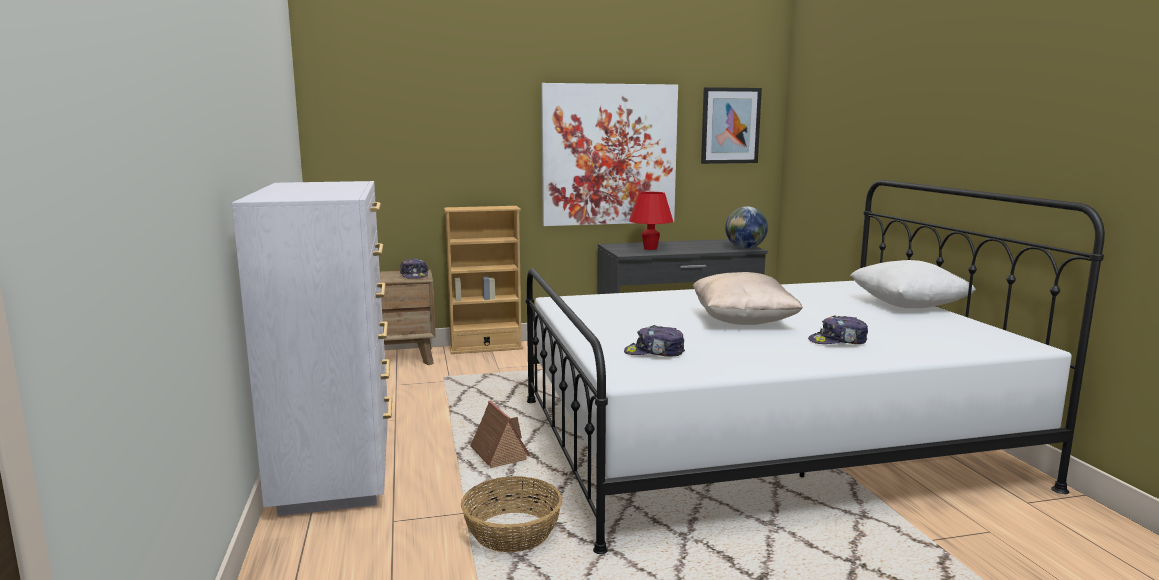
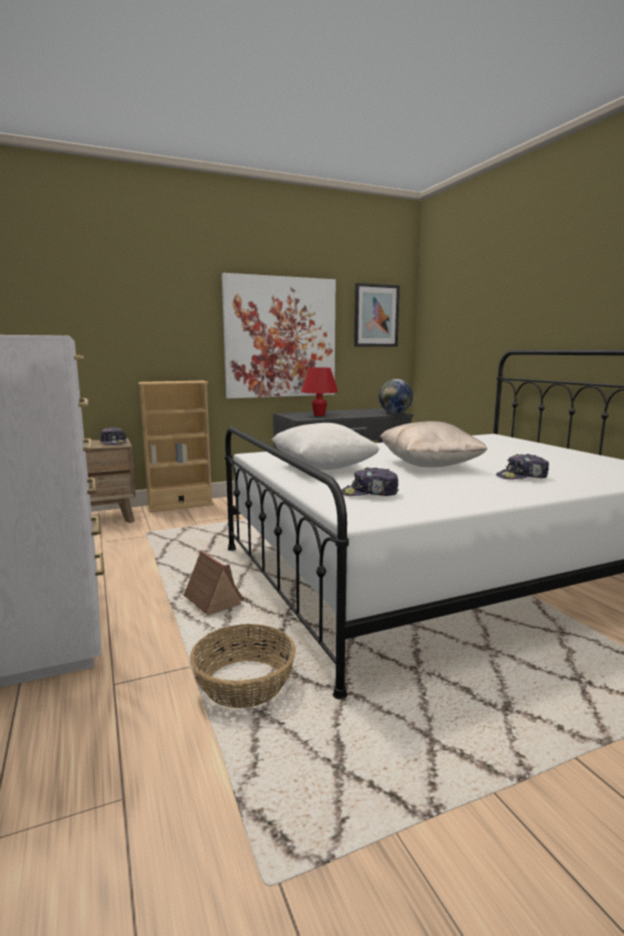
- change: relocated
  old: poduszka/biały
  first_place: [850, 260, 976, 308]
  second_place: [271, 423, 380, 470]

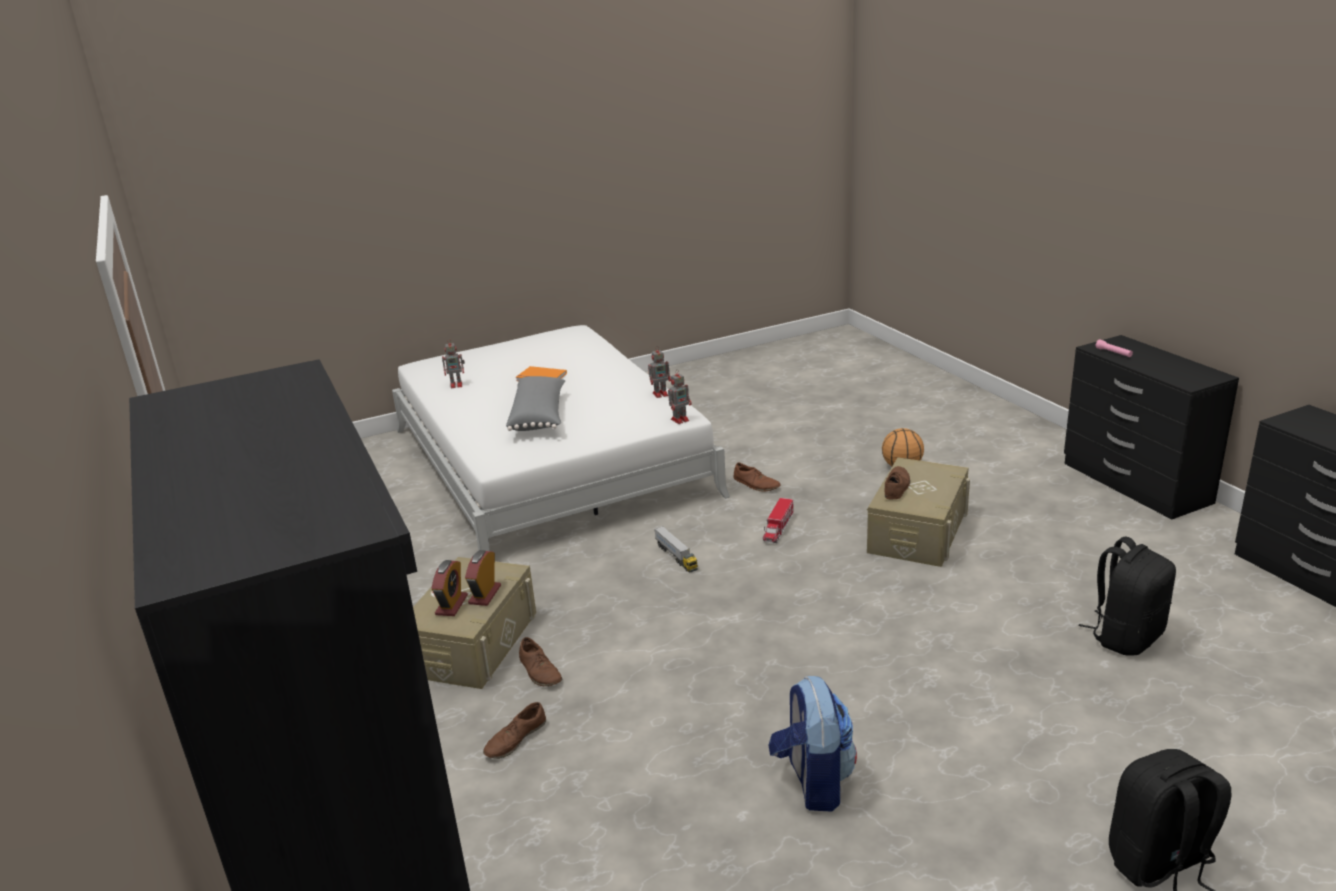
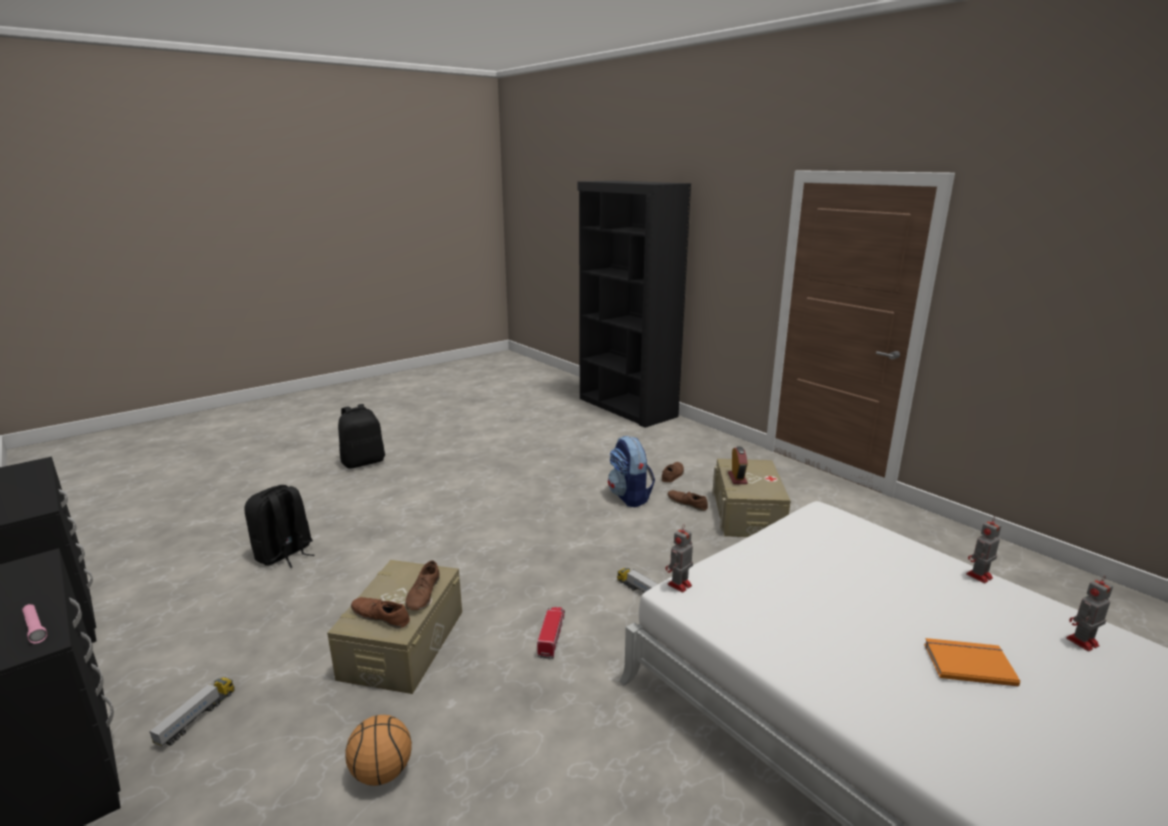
- change: relocated
  old: robot zabawkowy
  first_place: [648, 346, 671, 398]
  second_place: [966, 516, 1001, 583]
- change: missing
  old: poduszka/szary
  first_place: [506, 376, 565, 431]
- change: relocated
  old: but/brązowy
  first_place: [734, 463, 781, 491]
  second_place: [351, 597, 410, 628]
- change: missing
  old: budzik
  first_place: [432, 560, 468, 616]
- change: relocated
  old: plecak
  first_place: [768, 676, 857, 811]
  second_place: [608, 436, 655, 507]
- change: appeared
  new: ciężarówka zabawkowa
  second_place: [149, 678, 235, 746]

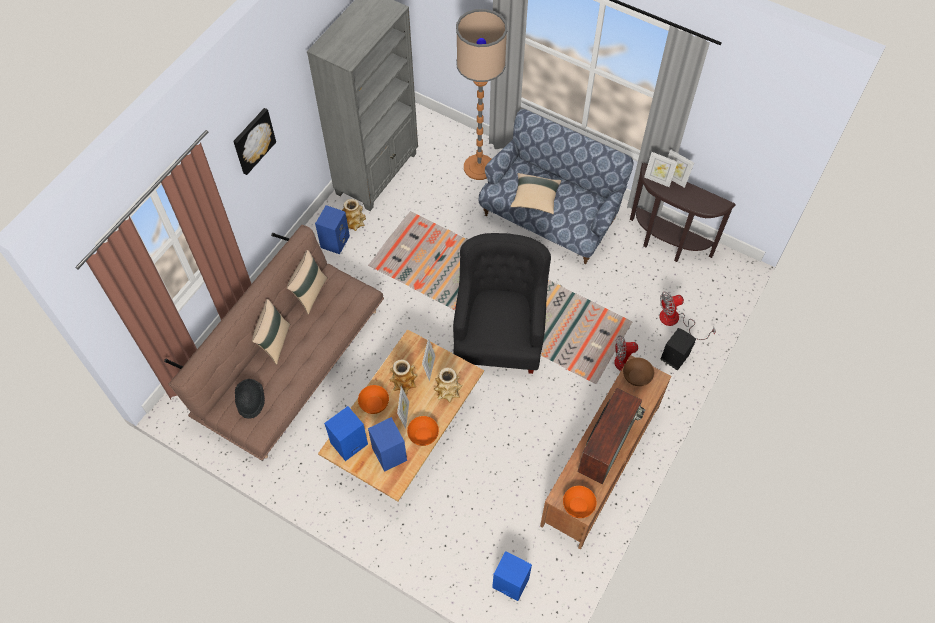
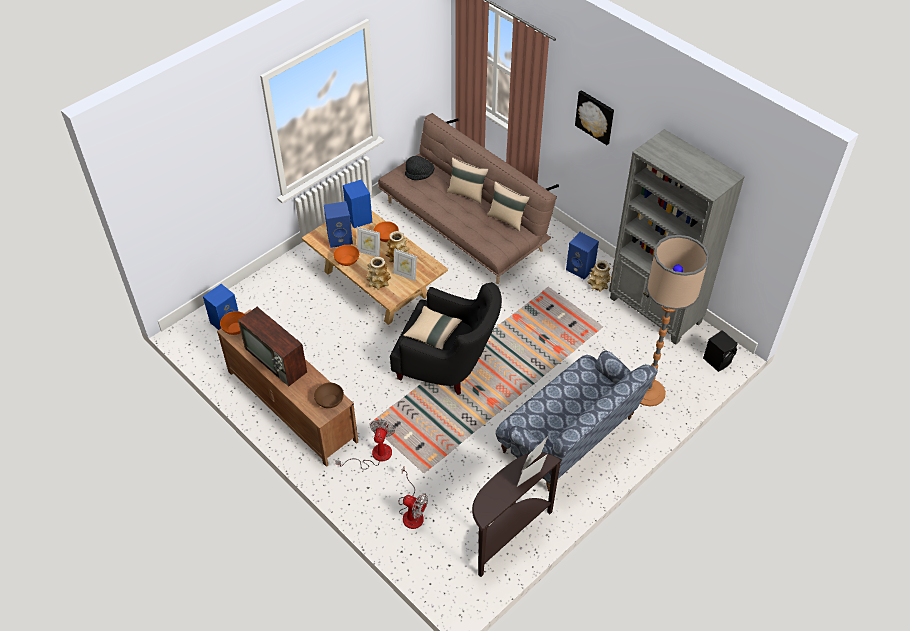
- change: relocated
  old: poduszka/beżowy
  first_place: [510, 173, 561, 214]
  second_place: [403, 306, 462, 349]
- change: spun
  old: wentylator
  first_place: [659, 291, 716, 340]
  second_place: [399, 467, 428, 529]
  degrees: 120
- change: relocated
  old: głośnik/czarny
  first_place: [660, 328, 696, 371]
  second_place: [703, 330, 738, 372]

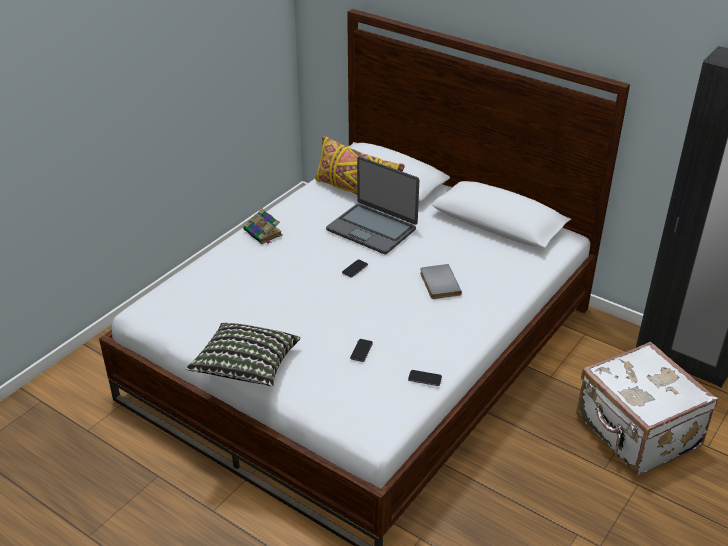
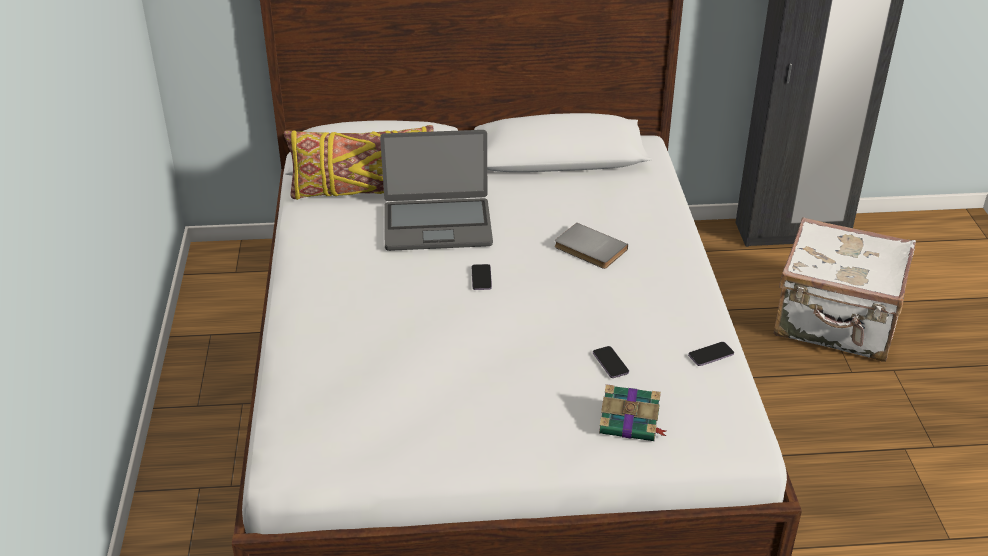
- change: relocated
  old: książka
  first_place: [243, 208, 283, 244]
  second_place: [599, 384, 666, 441]
- change: missing
  old: poduszka
  first_place: [186, 323, 300, 387]

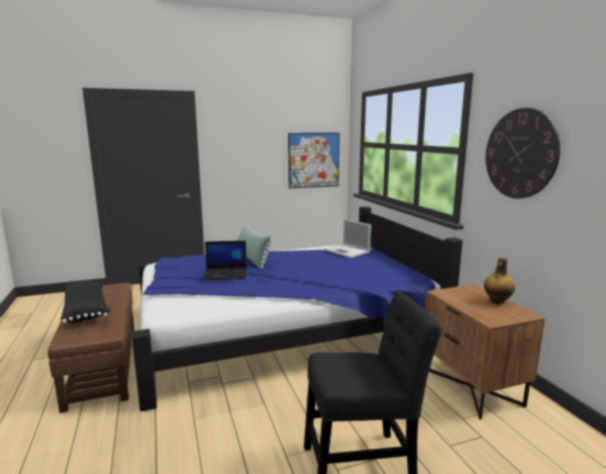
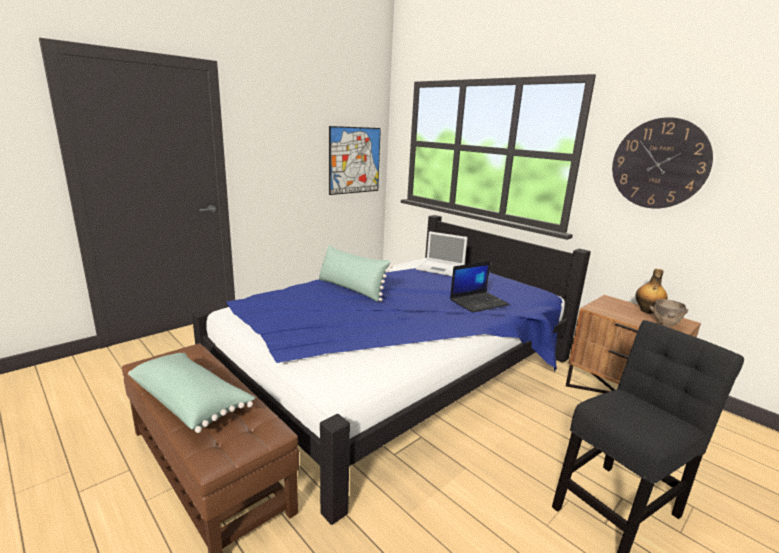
- change: relocated
  old: laptop
  first_place: [203, 241, 247, 280]
  second_place: [450, 261, 510, 313]
- change: colour
  old: poduszka/czarny
  new: poduszka/zielony
  first_place: [61, 281, 111, 323]
  second_place: [128, 353, 255, 433]
- change: appeared
  new: miska/brązowy
  second_place: [650, 299, 688, 327]

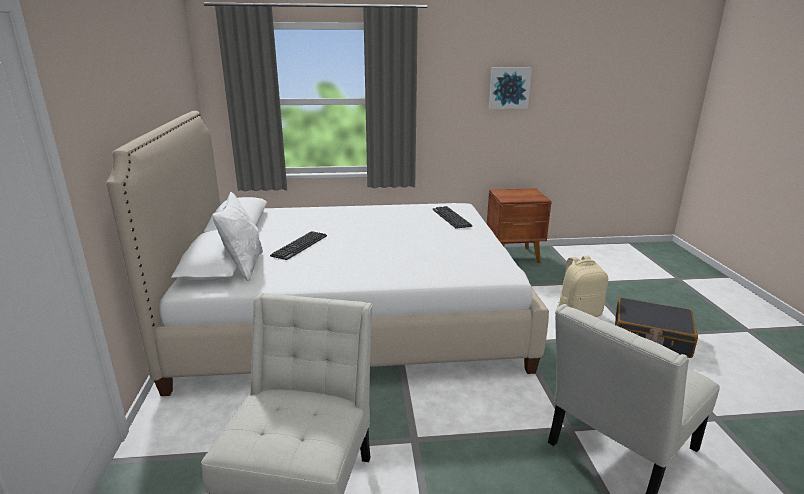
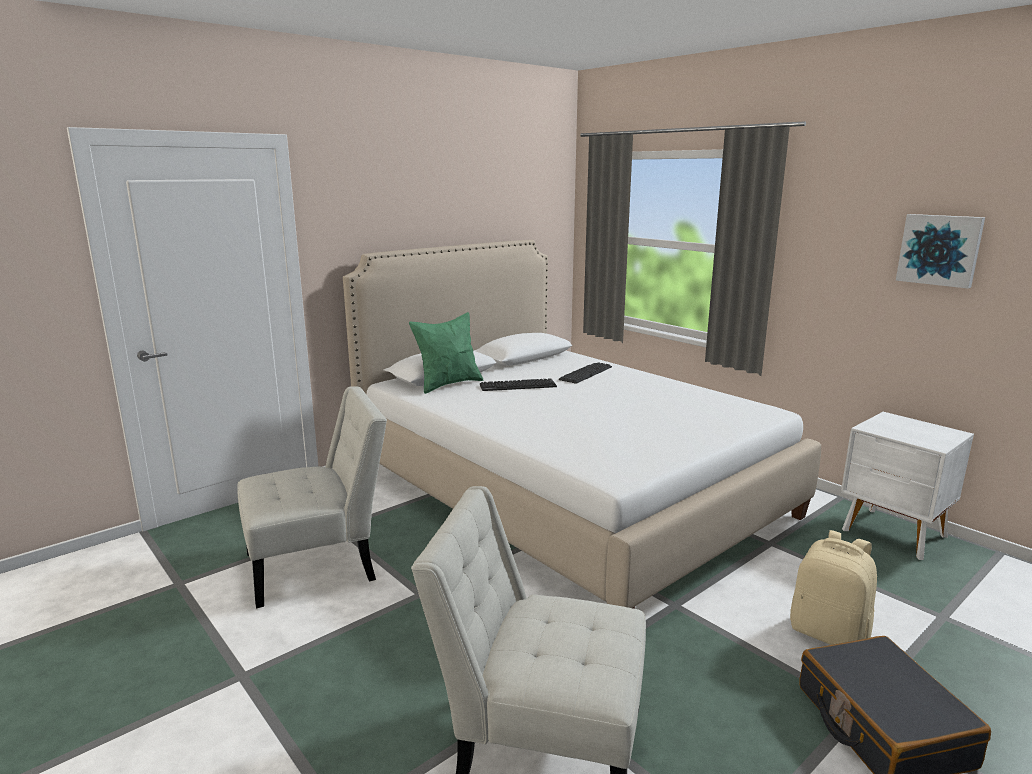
- change: colour
  old: szafka nocna/brązowy
  new: szafka nocna/biały
  first_place: [487, 188, 552, 263]
  second_place: [841, 412, 974, 560]
- change: colour
  old: poduszka/biały
  new: poduszka/zielony
  first_place: [213, 191, 263, 282]
  second_place: [409, 312, 483, 394]
- change: relocated
  old: klawiatura
  first_place: [432, 206, 472, 229]
  second_place: [559, 362, 612, 384]

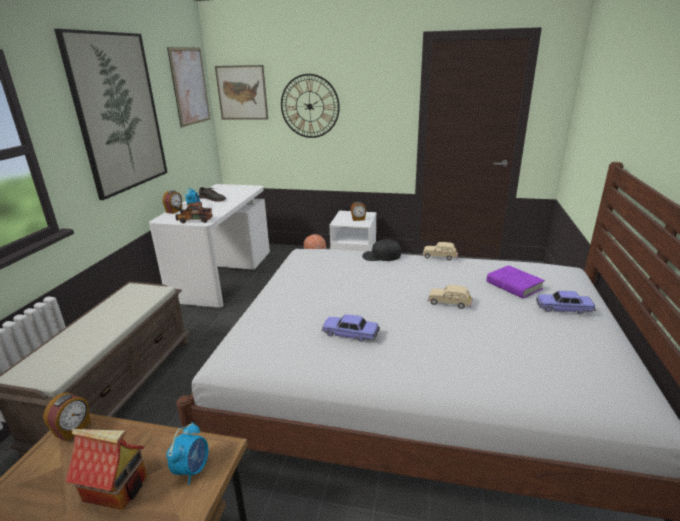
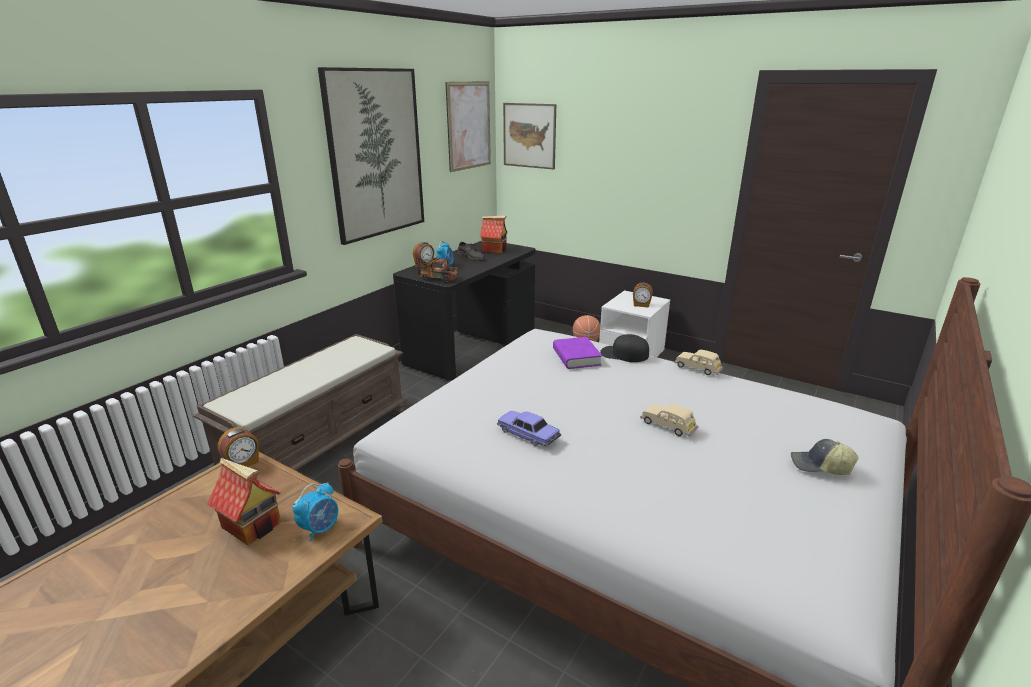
- change: missing
  old: zegar ścienny
  first_place: [281, 74, 340, 138]
- change: colour
  old: biurko/biały
  new: biurko/czarny
  first_place: [149, 184, 270, 308]
  second_place: [393, 241, 535, 381]
- change: relocated
  old: książka/fioletowy
  first_place: [487, 265, 545, 298]
  second_place: [553, 337, 602, 369]
- change: exchanged
  old: samochodzik
  new: czapka z daszkiem
  first_place: [536, 291, 596, 314]
  second_place: [791, 439, 858, 475]
- change: appeared
  new: domek
  second_place: [480, 216, 507, 254]

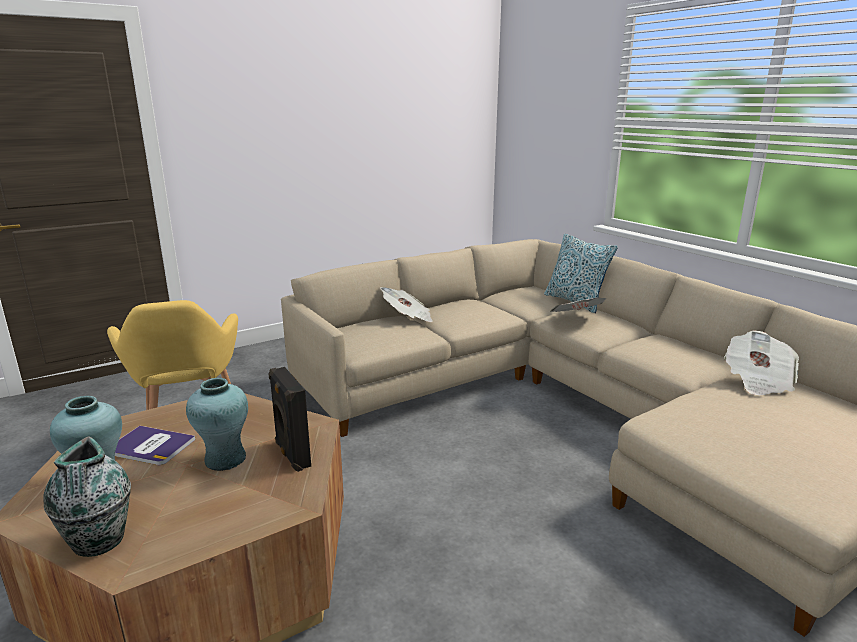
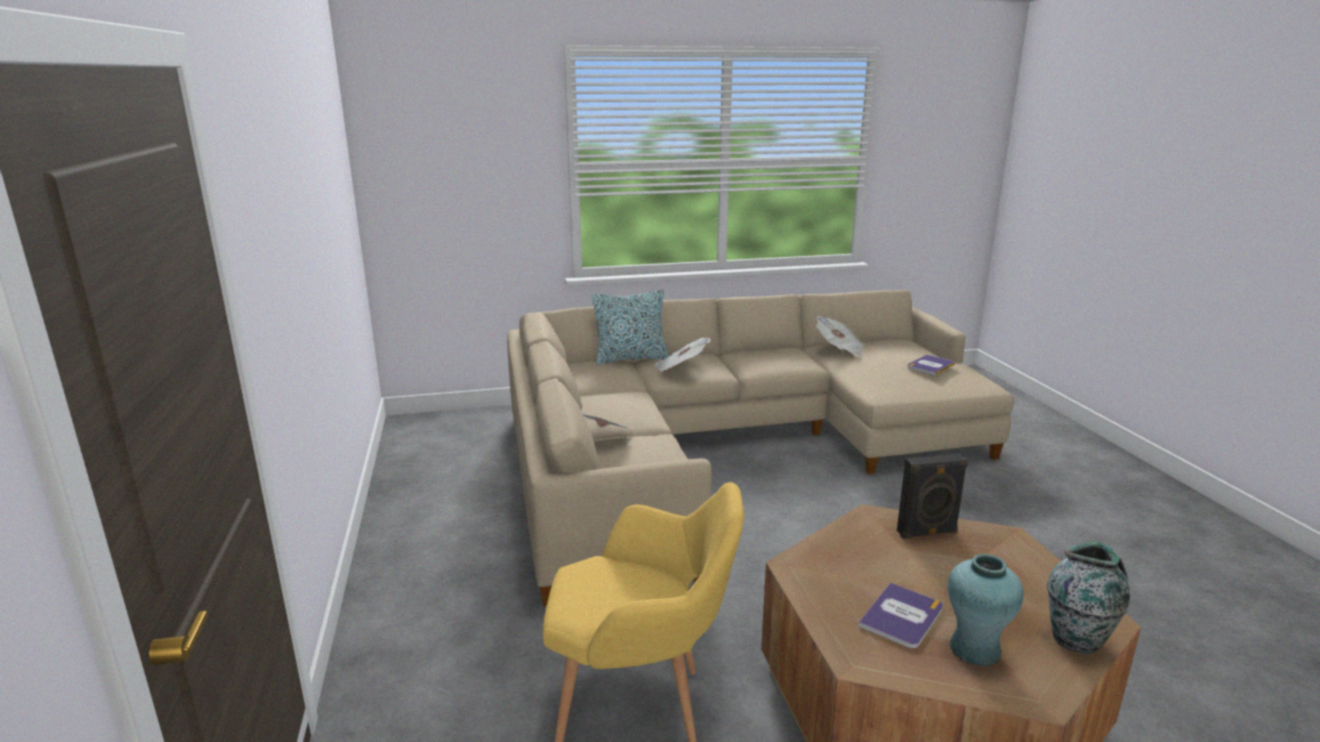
- change: missing
  old: wazon/turkusowy
  first_place: [186, 378, 248, 471]
- change: appeared
  new: książka
  second_place: [907, 355, 955, 375]

